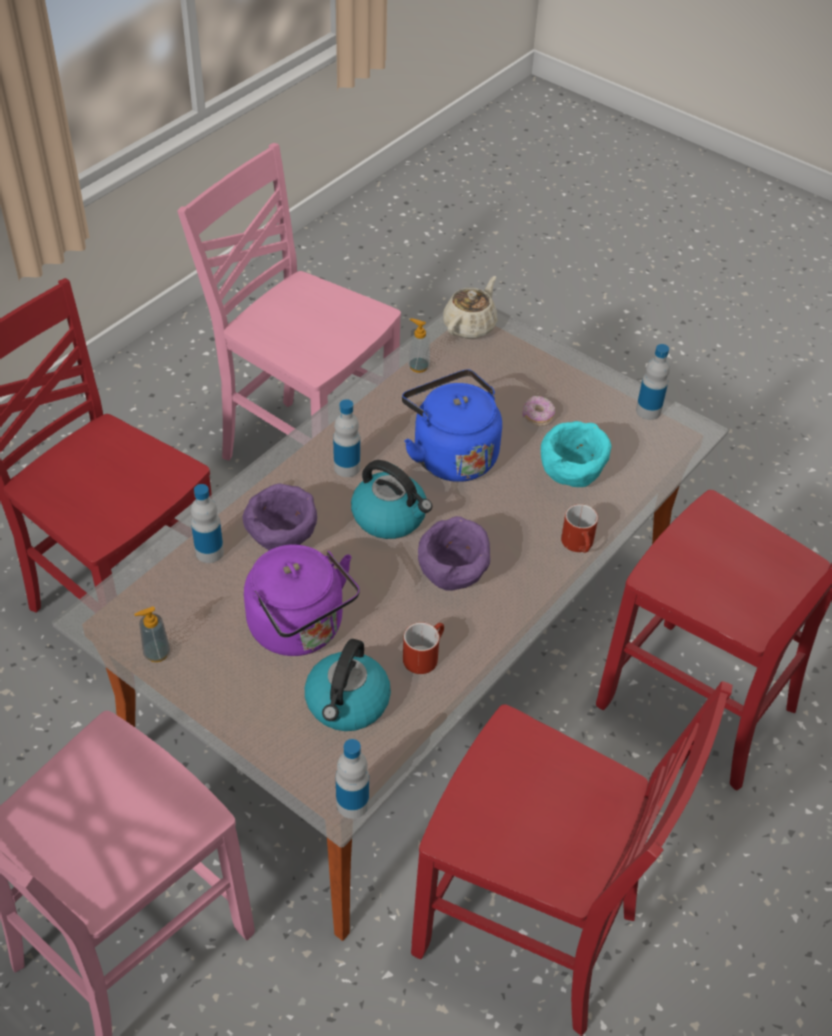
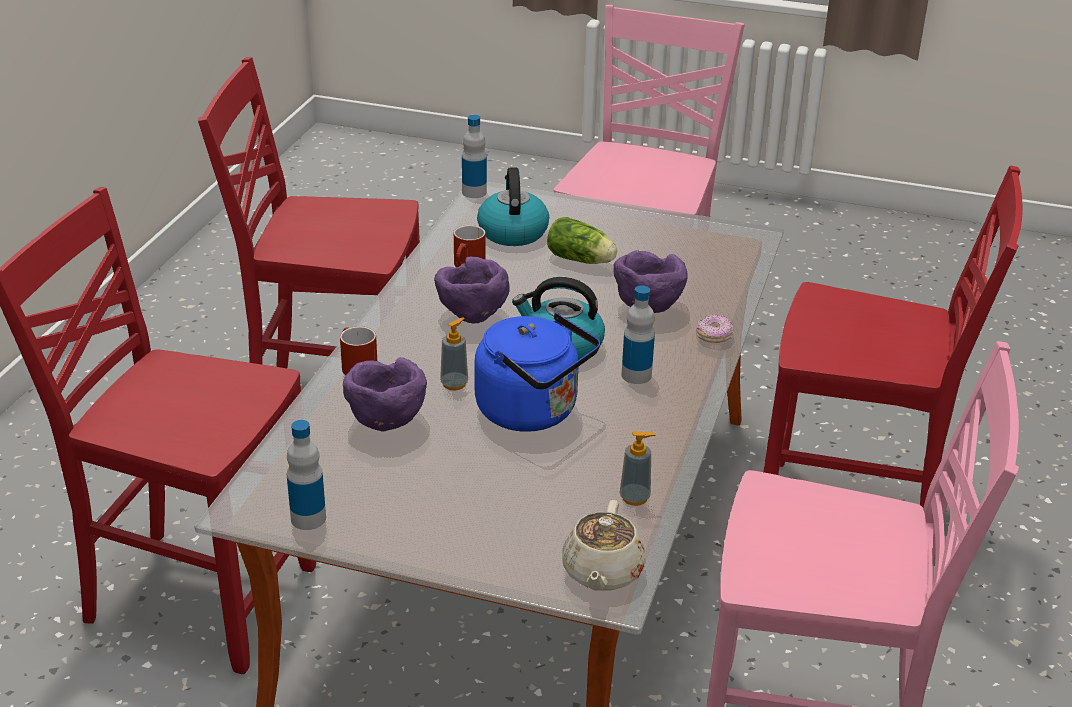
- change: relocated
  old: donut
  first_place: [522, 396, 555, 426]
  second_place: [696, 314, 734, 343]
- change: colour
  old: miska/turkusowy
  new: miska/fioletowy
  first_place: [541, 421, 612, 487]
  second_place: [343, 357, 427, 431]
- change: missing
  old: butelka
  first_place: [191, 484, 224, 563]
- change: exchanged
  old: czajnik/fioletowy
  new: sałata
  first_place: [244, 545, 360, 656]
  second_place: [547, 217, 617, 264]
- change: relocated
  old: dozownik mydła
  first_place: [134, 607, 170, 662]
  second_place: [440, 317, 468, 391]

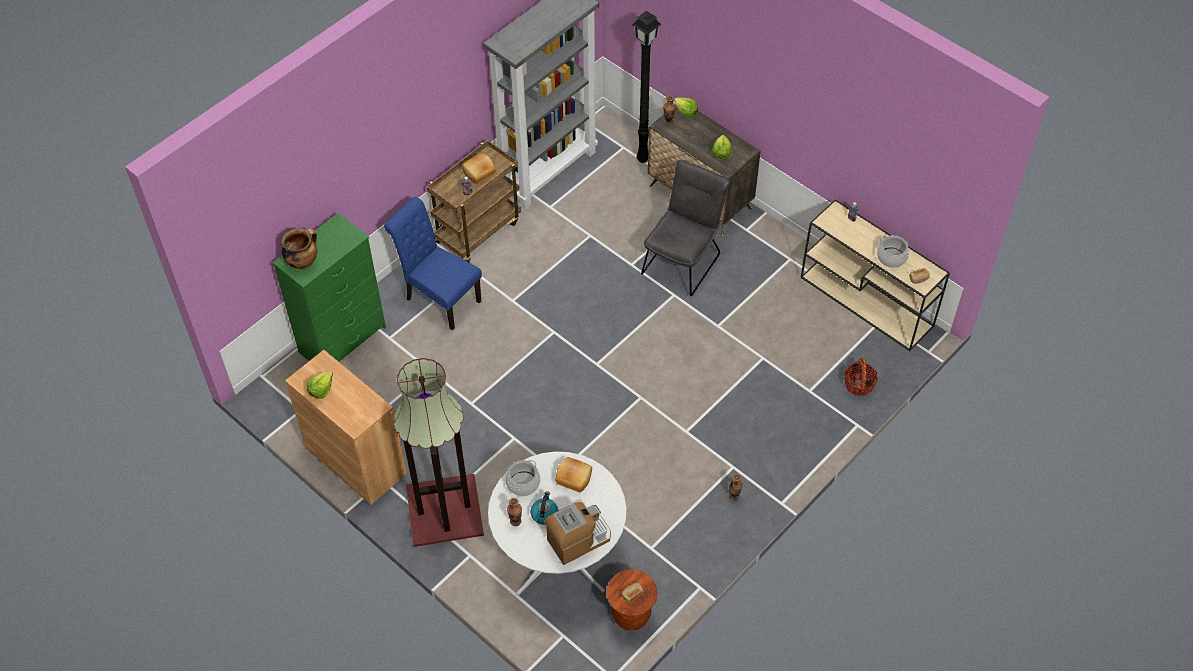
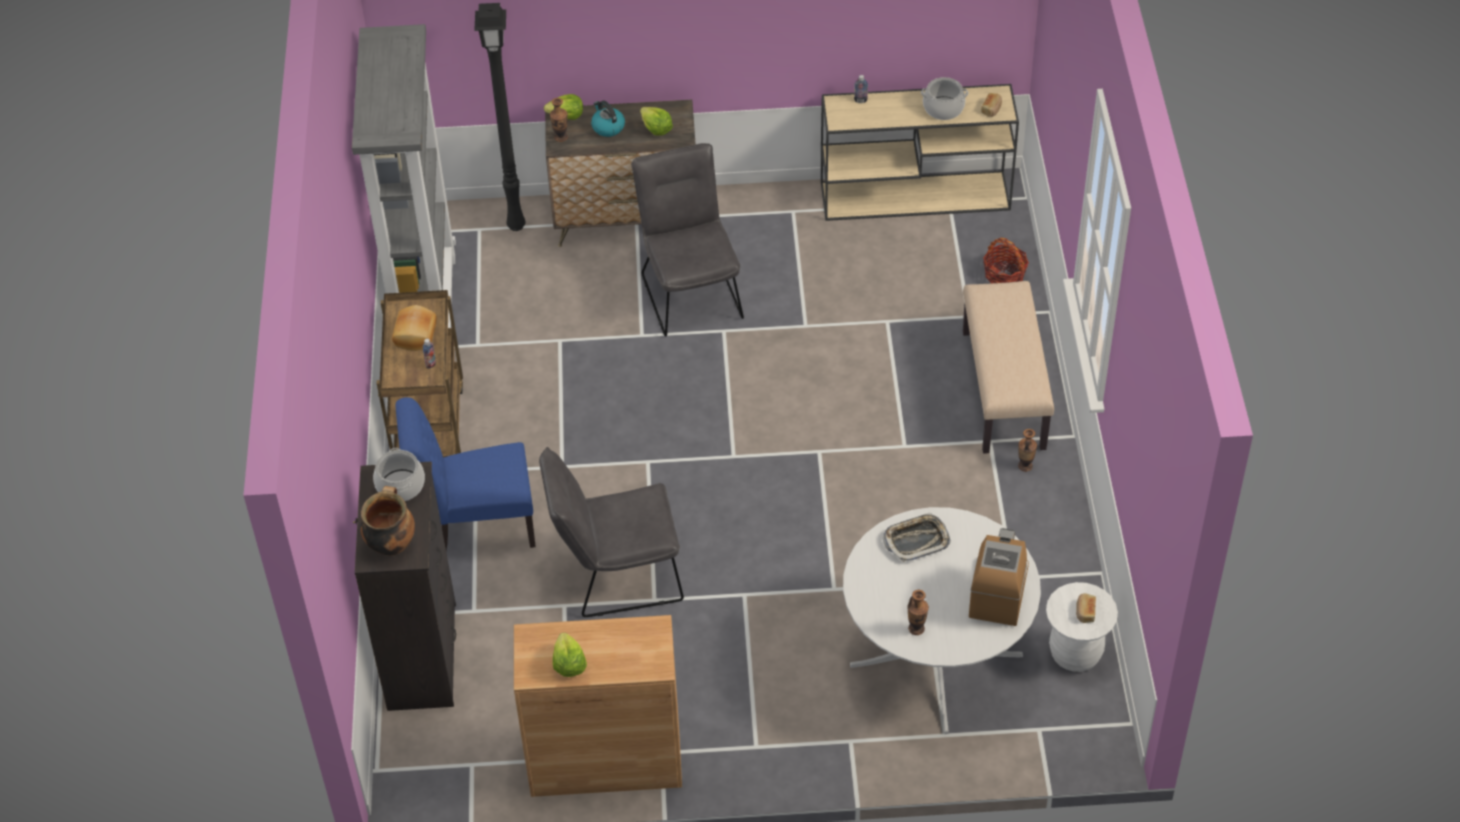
- change: colour
  old: komoda/zielony
  new: komoda/czarny
  first_place: [273, 213, 386, 362]
  second_place: [353, 462, 456, 711]
- change: missing
  old: lampa stojąca
  first_place: [394, 358, 484, 547]
- change: exchanged
  old: chleb
  new: taca
  first_place: [555, 457, 592, 493]
  second_place: [883, 513, 951, 562]
- change: relocated
  old: garnek
  first_place: [506, 460, 540, 496]
  second_place: [373, 448, 425, 501]
- change: relocated
  old: czajnik
  first_place: [530, 491, 558, 525]
  second_place: [591, 100, 625, 137]
- change: colour
  old: stołek/brązowy
  new: stołek/biały
  first_place: [606, 569, 658, 630]
  second_place: [1046, 582, 1118, 672]
- change: appeared
  new: ławka/beżowy
  second_place: [963, 281, 1054, 454]
- change: appeared
  new: krzesło/szary
  second_place: [539, 447, 684, 617]

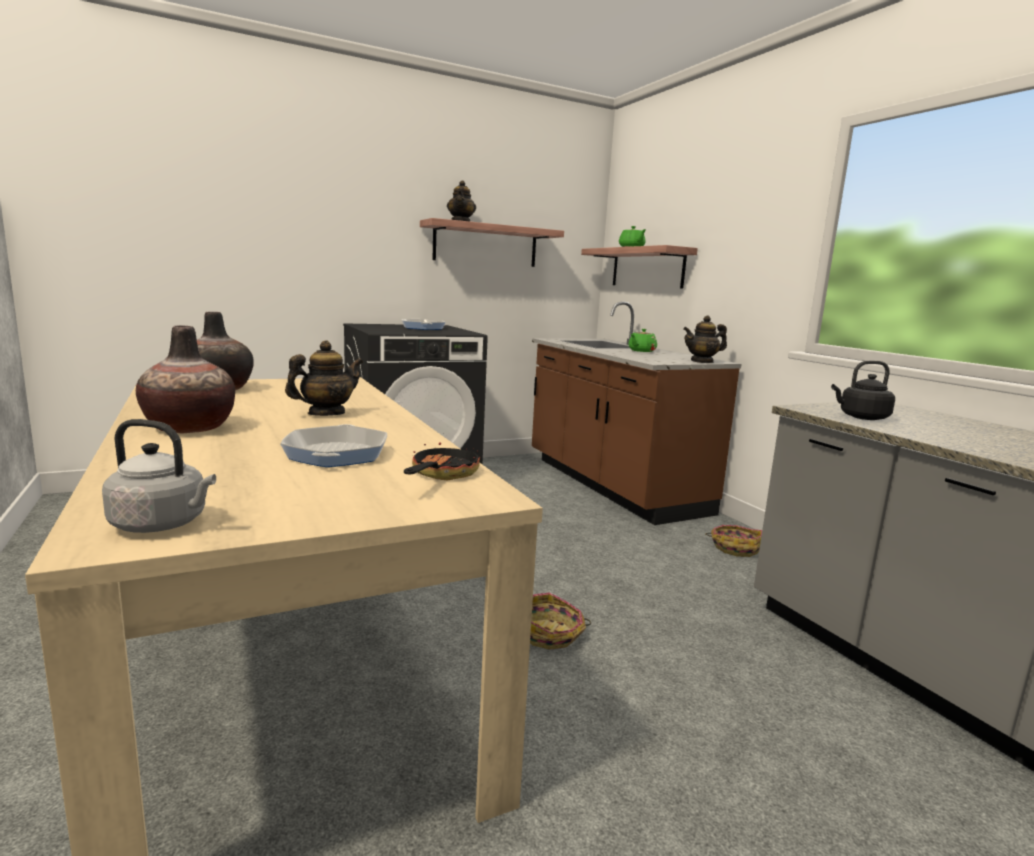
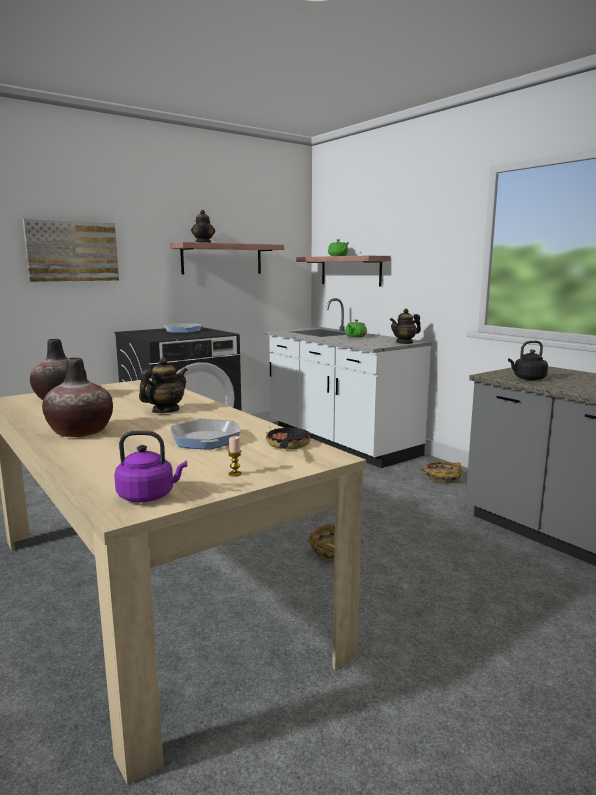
- change: colour
  old: zabudowa kuchenna/brązowy
  new: zabudowa kuchenna/biały
  first_place: [532, 302, 741, 525]
  second_place: [265, 298, 432, 468]
- change: colour
  old: czajnik/szary
  new: czajnik/fioletowy
  first_place: [102, 419, 216, 533]
  second_place: [114, 431, 187, 502]
- change: appeared
  new: obraz
  second_place: [23, 219, 119, 282]
- change: appeared
  new: świeca
  second_place: [228, 436, 242, 477]

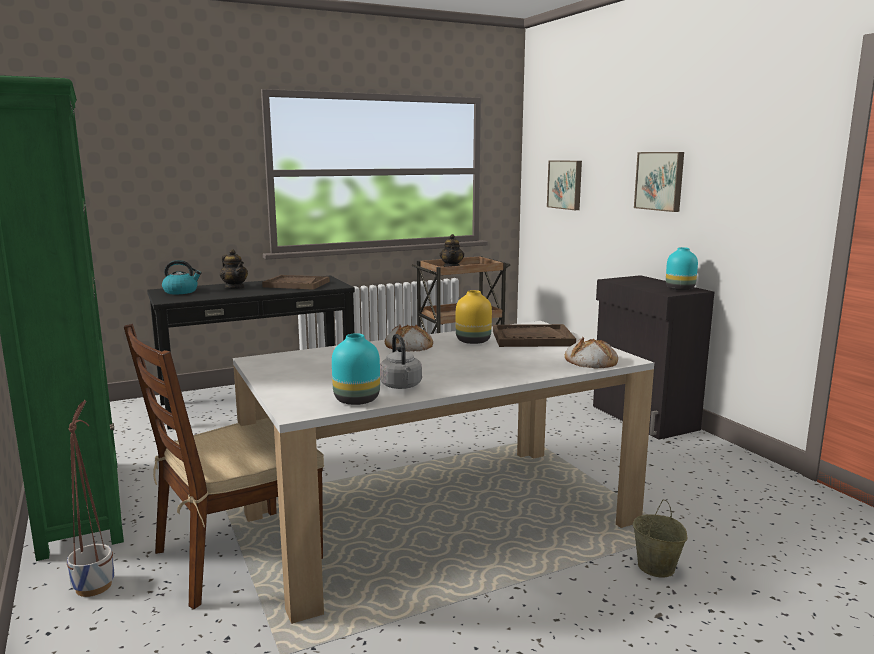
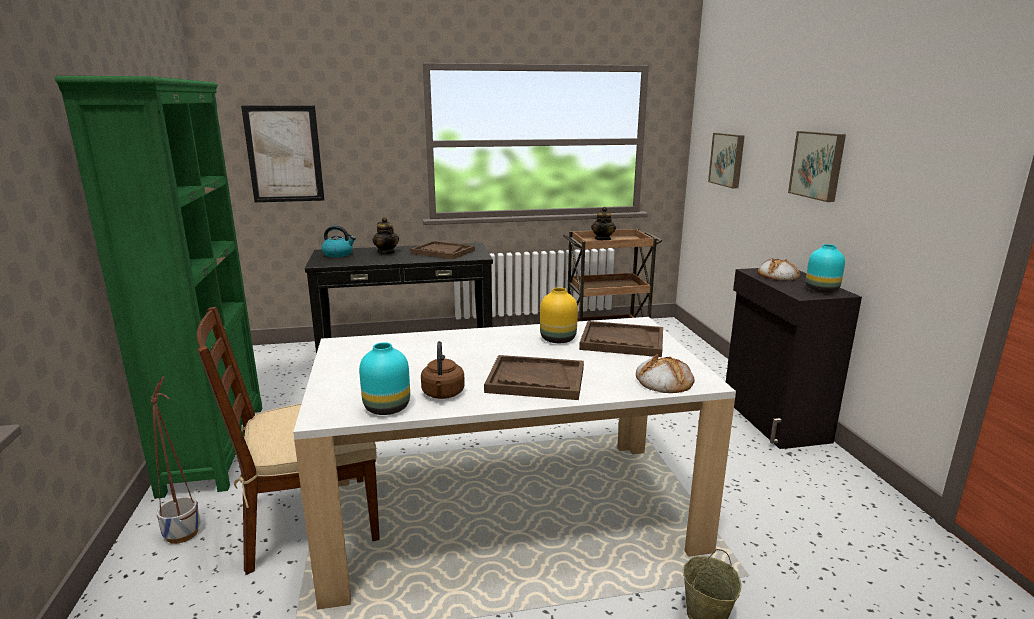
- change: relocated
  old: chleb
  first_place: [385, 324, 433, 352]
  second_place: [757, 258, 800, 281]
- change: colour
  old: czajnik/szary
  new: czajnik/brązowy
  first_place: [380, 334, 422, 389]
  second_place: [421, 341, 465, 399]
- change: appeared
  new: obraz
  second_place: [241, 105, 325, 202]
- change: appeared
  new: taca/brązowy
  second_place: [484, 355, 584, 400]

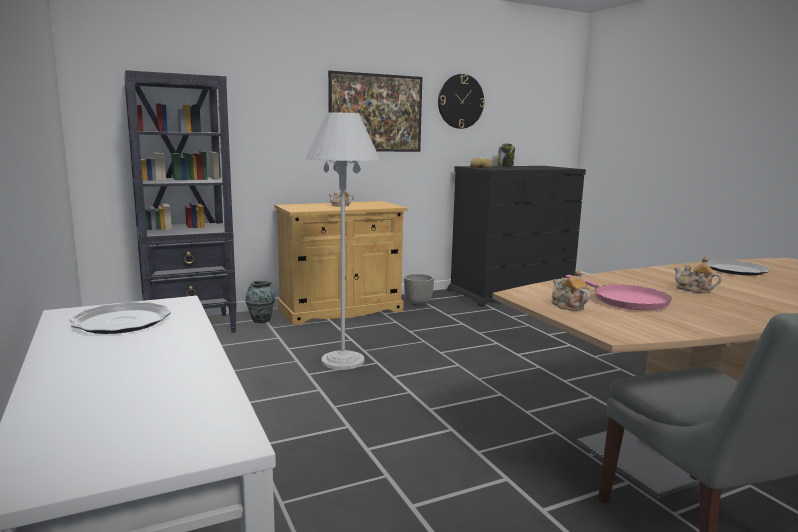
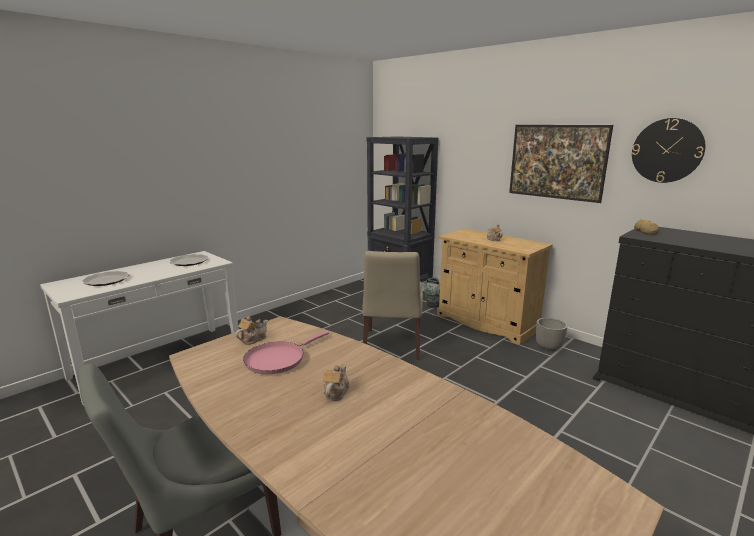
- change: exchanged
  old: lampa stojąca/biały
  new: krzesło/beżowy
  first_place: [305, 113, 380, 370]
  second_place: [362, 251, 423, 360]
- change: missing
  old: słoik
  first_place: [498, 143, 515, 167]
- change: relocated
  old: talerz
  first_place: [707, 259, 771, 275]
  second_place: [82, 271, 130, 286]

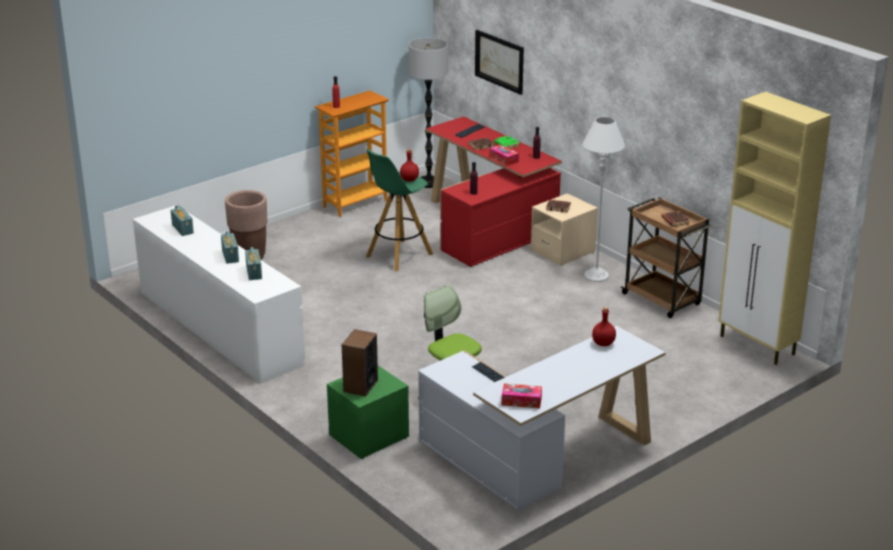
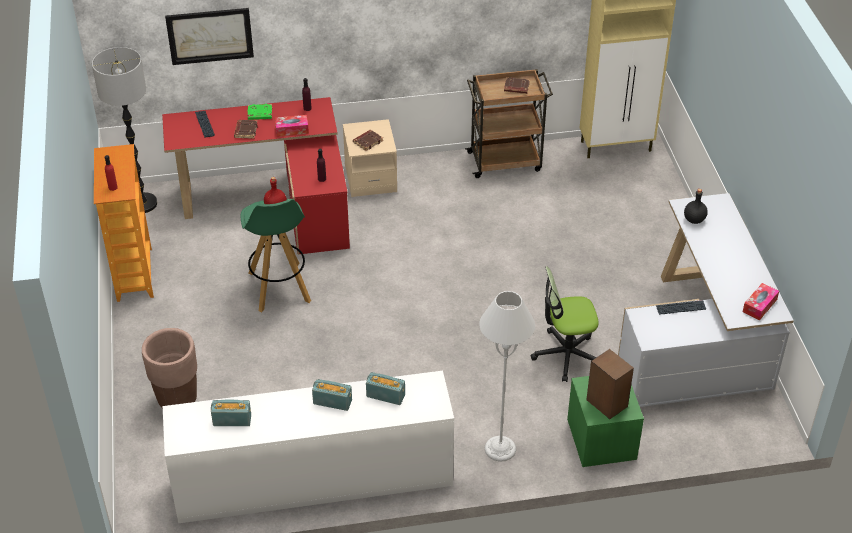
- change: relocated
  old: lampa stojąca/szary
  first_place: [583, 117, 625, 282]
  second_place: [479, 291, 535, 462]
- change: colour
  old: butelka/czerwony
  new: butelka/czarny
  first_place: [592, 307, 616, 346]
  second_place: [684, 189, 708, 224]

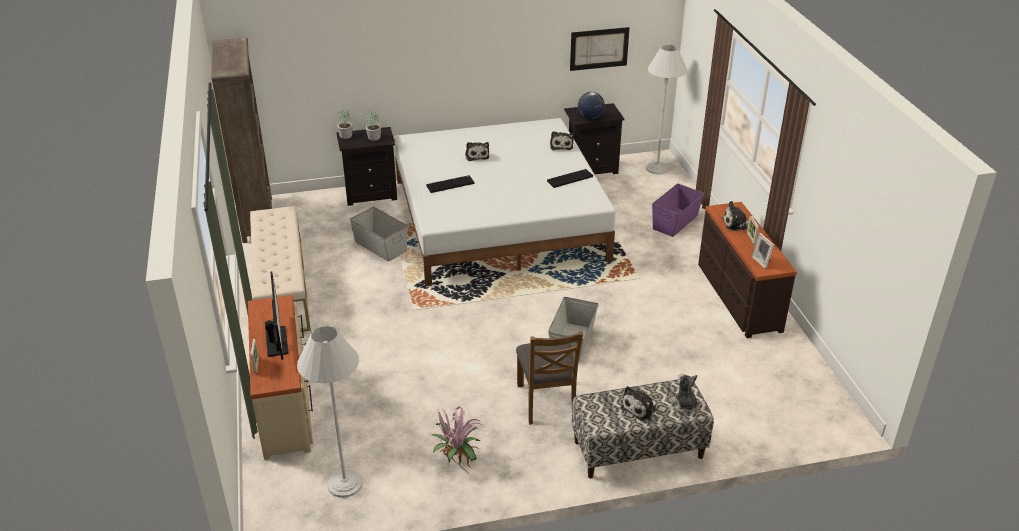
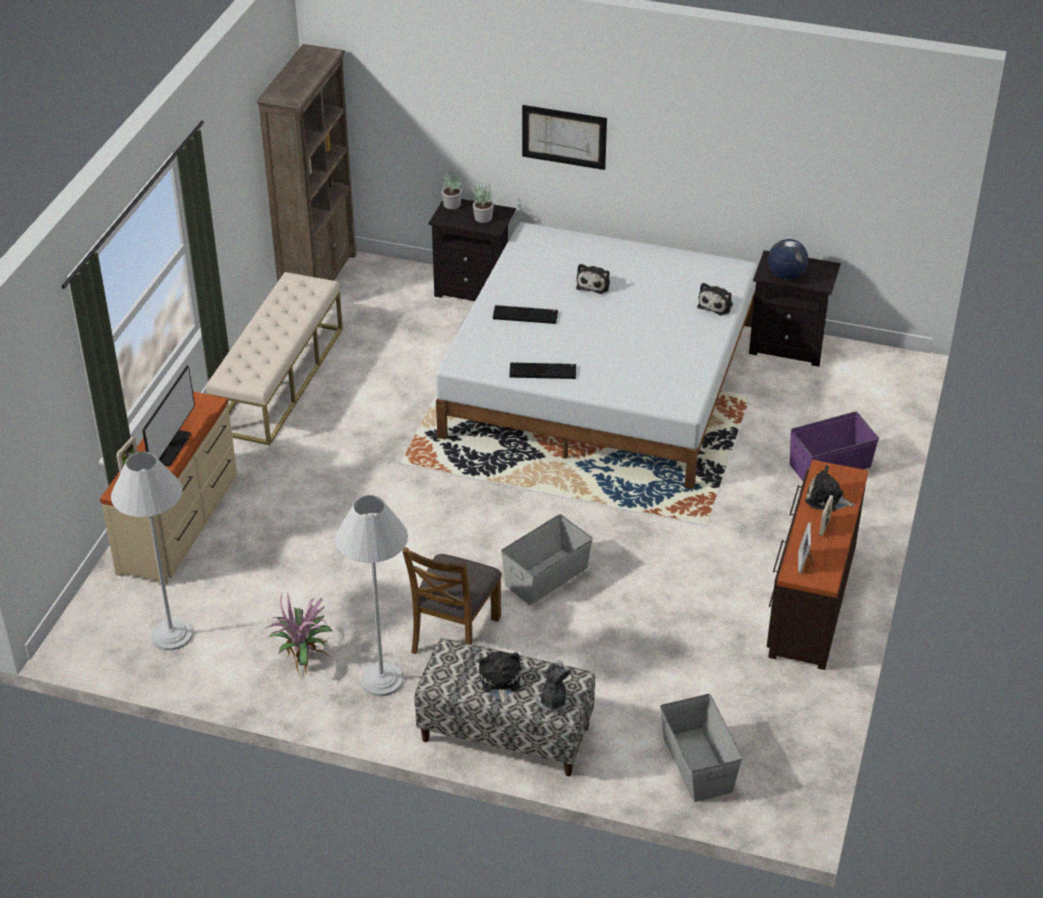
- change: relocated
  old: obraz
  first_place: [570, 27, 629, 71]
  second_place: [522, 105, 607, 170]
- change: relocated
  old: lampa stojąca/biały
  first_place: [646, 44, 687, 174]
  second_place: [335, 495, 408, 697]
- change: relocated
  old: klawiatura
  first_place: [547, 169, 593, 188]
  second_place: [509, 362, 576, 379]
- change: relocated
  old: pojemnik do przechowywania/szary
  first_place: [350, 207, 408, 262]
  second_place: [660, 694, 743, 802]
- change: spun
  old: pluszak
  first_place: [621, 386, 656, 421]
  second_place: [479, 651, 521, 705]
  degrees: 105

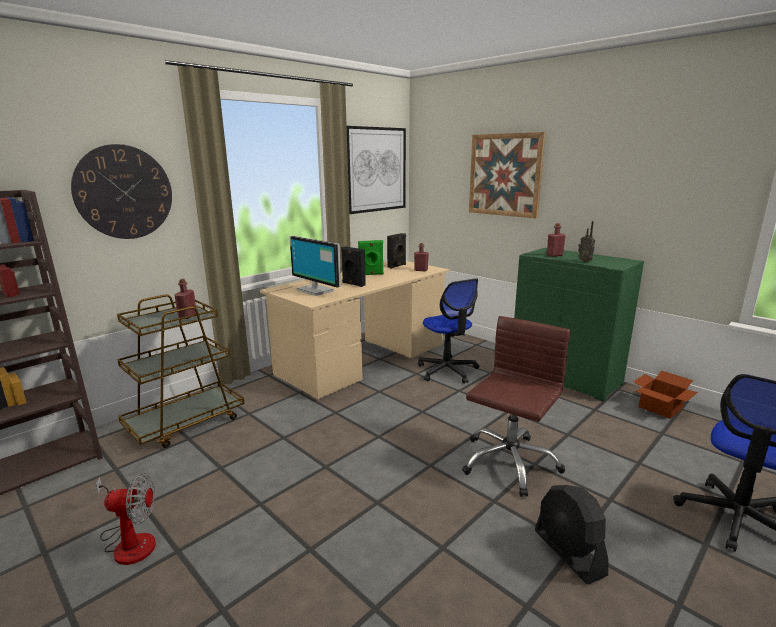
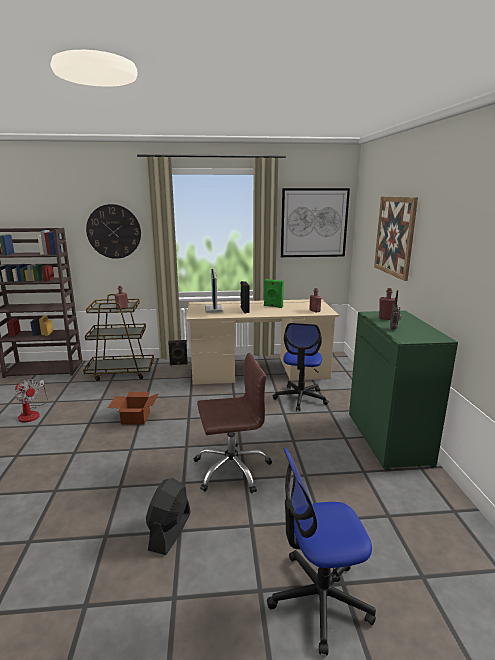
- change: relocated
  old: głośnik/czarny
  first_place: [387, 233, 406, 269]
  second_place: [168, 340, 188, 366]
- change: relocated
  old: karton
  first_place: [633, 370, 698, 419]
  second_place: [108, 392, 159, 425]

